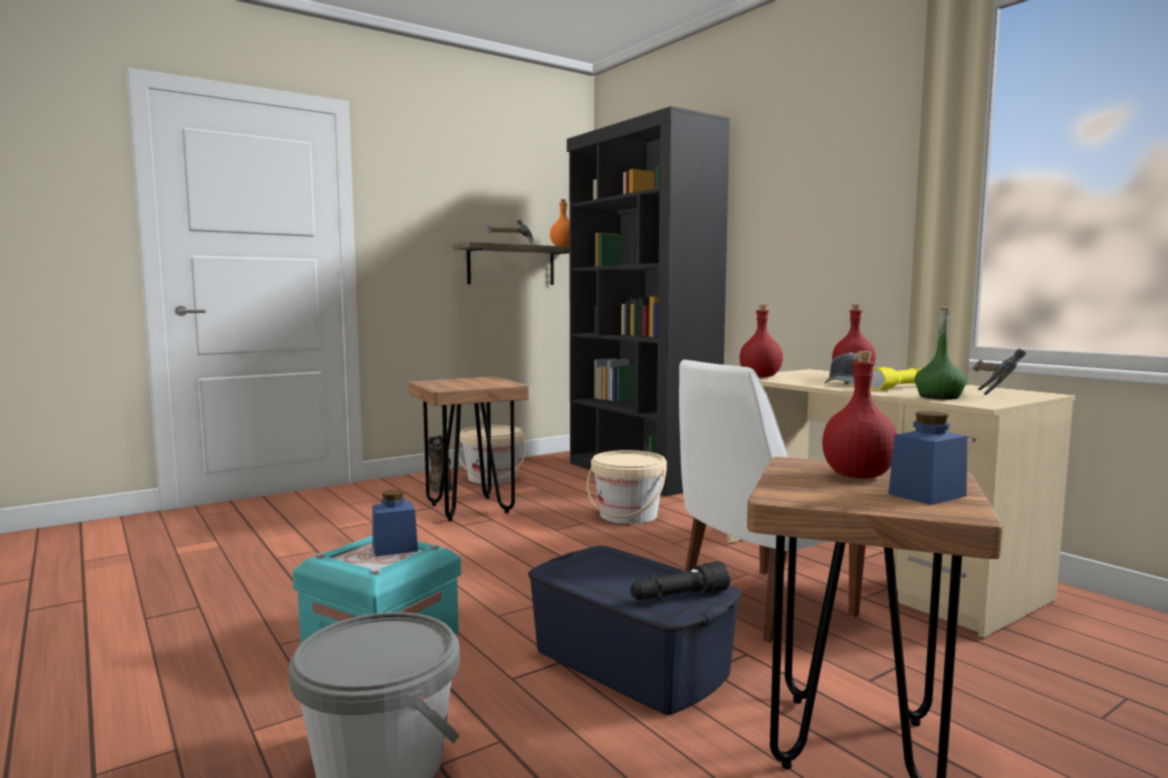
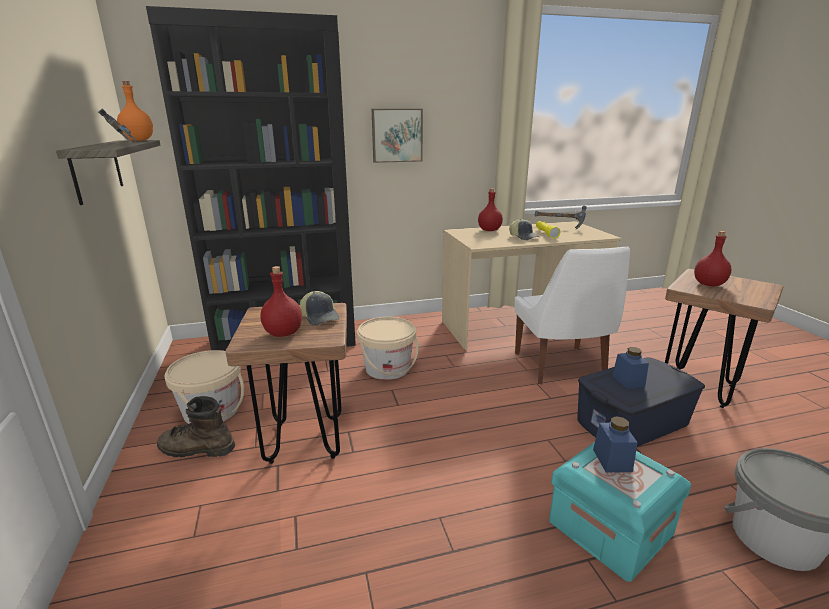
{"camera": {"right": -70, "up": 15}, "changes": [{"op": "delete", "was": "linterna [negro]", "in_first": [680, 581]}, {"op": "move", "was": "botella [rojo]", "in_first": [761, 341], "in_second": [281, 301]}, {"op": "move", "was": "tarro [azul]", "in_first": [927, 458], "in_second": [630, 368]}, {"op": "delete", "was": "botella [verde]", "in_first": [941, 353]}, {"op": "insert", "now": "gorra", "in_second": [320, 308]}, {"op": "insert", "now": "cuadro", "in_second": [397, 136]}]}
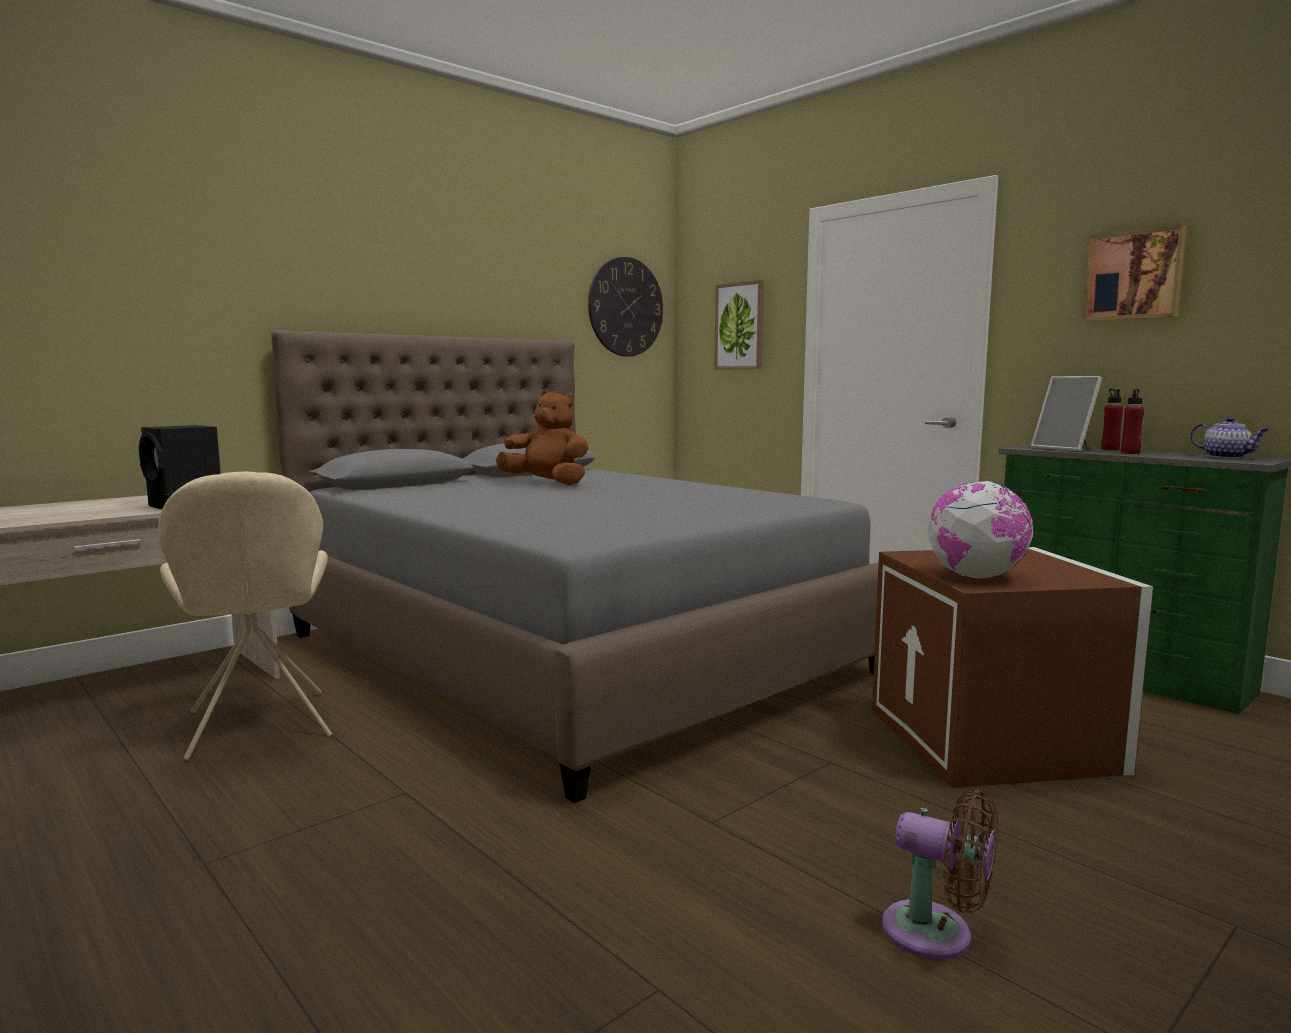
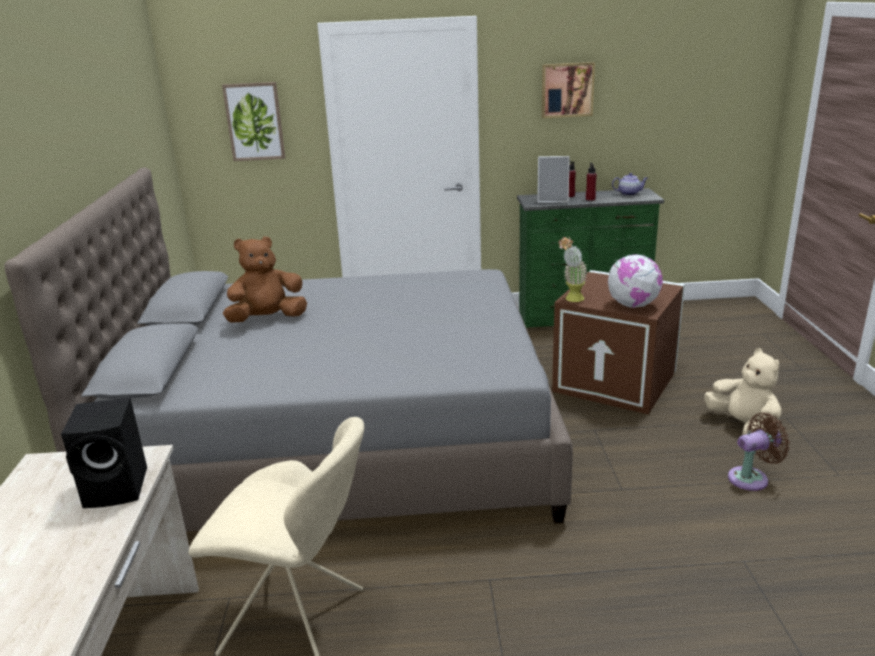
{"camera": {"right": -50, "up": 15}, "changes": [{"op": "delete", "was": "reloj de pared", "in_first": [625, 307]}, {"op": "insert", "now": "planta en maceta", "in_second": [572, 269]}, {"op": "insert", "now": "peluche [beis]", "in_second": [743, 391]}]}
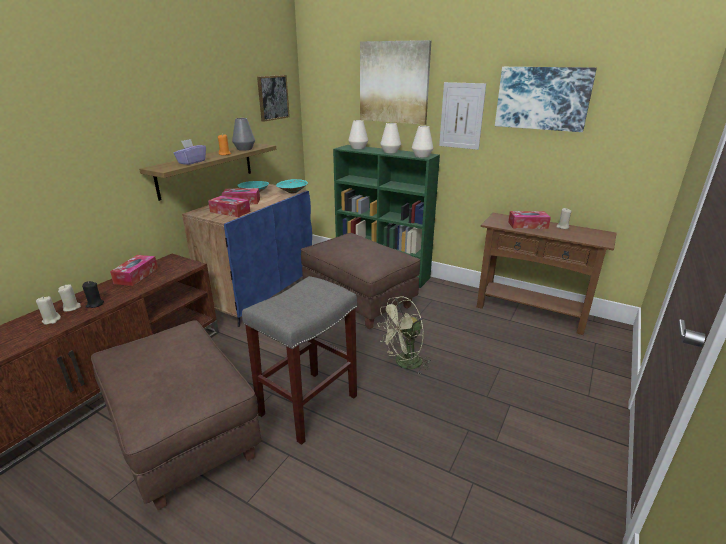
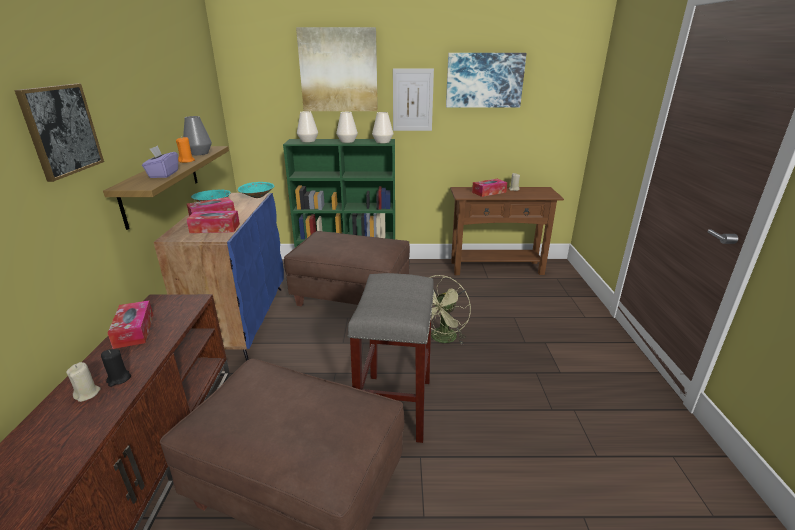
{"camera": {"right": -30, "up": 0}, "changes": [{"op": "delete", "was": "vela [beis]", "in_first": [48, 310]}, {"op": "move", "was": "cuadro", "in_first": [273, 98], "in_second": [59, 133]}]}
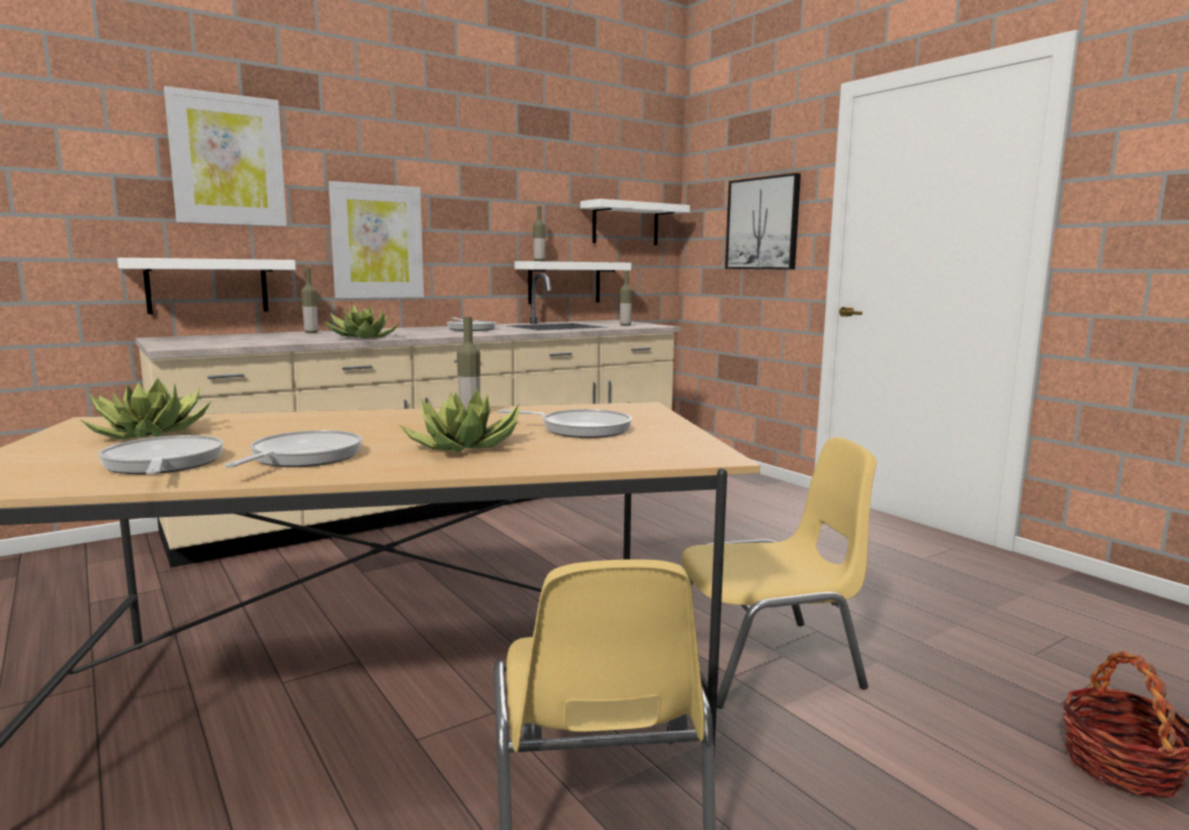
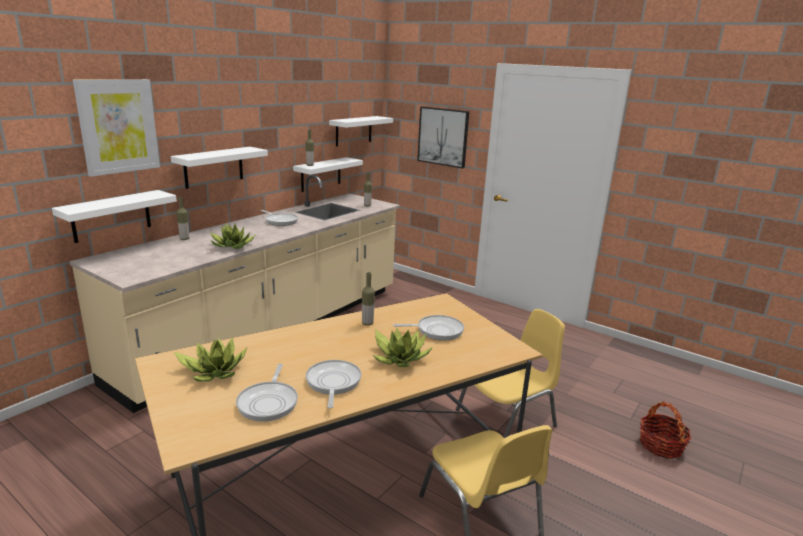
{"camera": {"right": -20, "up": 10}, "changes": [{"op": "rotate", "was": "sartén", "in_first": [161, 454], "in_second": [267, 393], "clockwise": -135}, {"op": "replace", "was": "cuadro", "now": "estante [blanco]", "in_first": [376, 239], "in_second": [219, 168]}]}
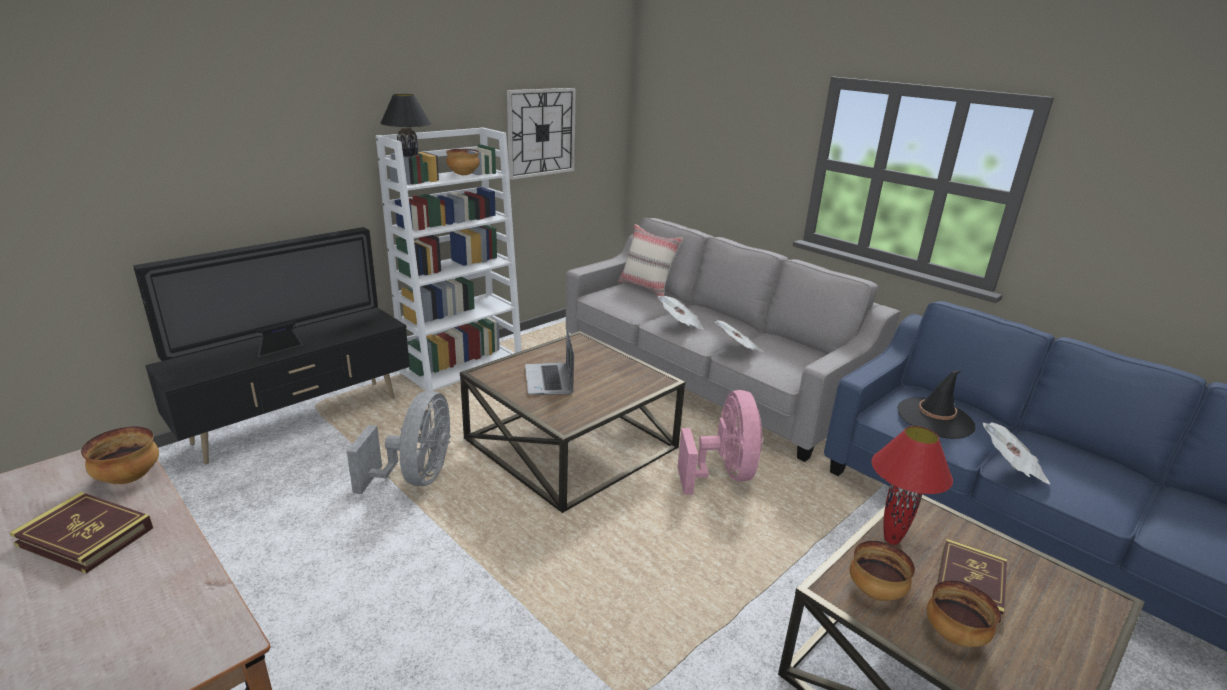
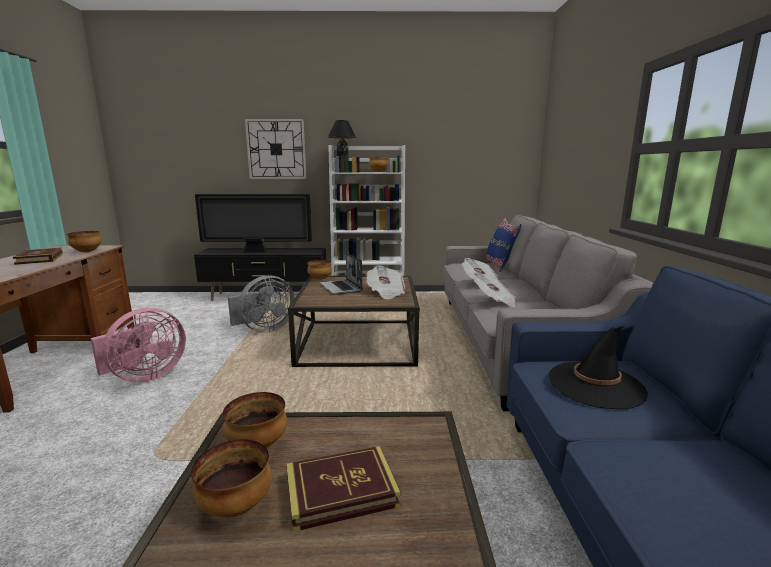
{"camera": {"right": 45, "up": -10}, "changes": [{"op": "move", "was": "reloj de pared", "in_first": [541, 134], "in_second": [275, 149]}, {"op": "rotate", "was": "portátil", "in_first": [549, 361], "in_second": [341, 274], "clockwise": -60}, {"op": "recolor", "was": "cojín [beis]", "now": "cojín [azul]", "in_first": [650, 260], "in_second": [504, 245]}, {"op": "move", "was": "ventilador [rosa]", "in_first": [720, 442], "in_second": [138, 345]}, {"op": "delete", "was": "lámpara de mesa [rojo]", "in_first": [912, 485]}, {"op": "move", "was": "periódico", "in_first": [1017, 453], "in_second": [385, 282]}, {"op": "insert", "now": "cuenco", "in_second": [319, 270]}]}
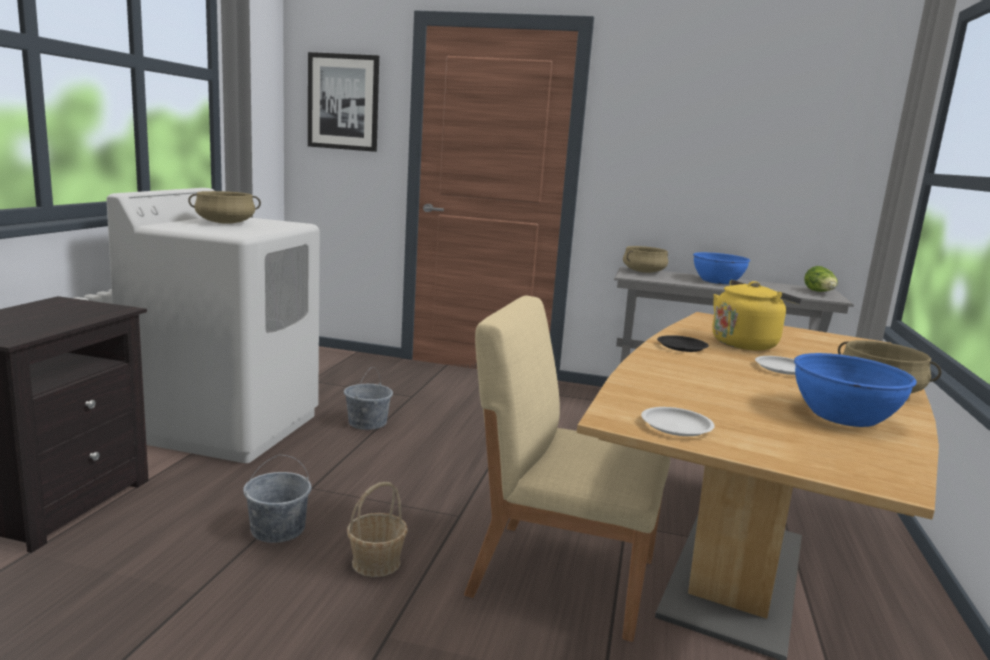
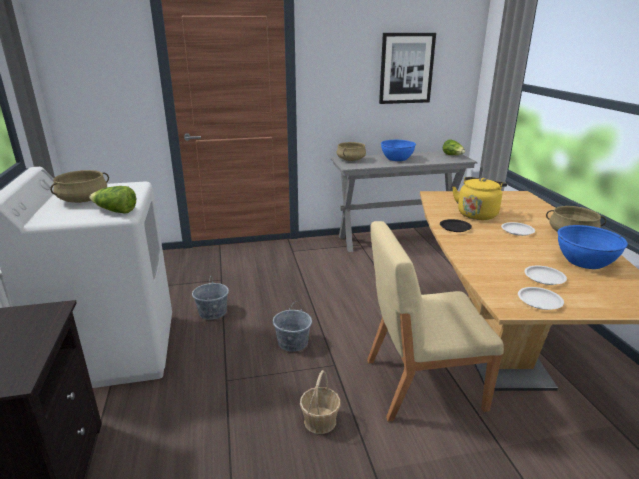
{"camera": {"right": -25, "up": 10}, "changes": [{"op": "move", "was": "cubo [gris]", "in_first": [277, 499], "in_second": [292, 327]}, {"op": "move", "was": "cuadro", "in_first": [343, 102], "in_second": [407, 68]}, {"op": "insert", "now": "lechuga", "in_second": [112, 199]}, {"op": "insert", "now": "plato [blanco]", "in_second": [545, 275]}]}
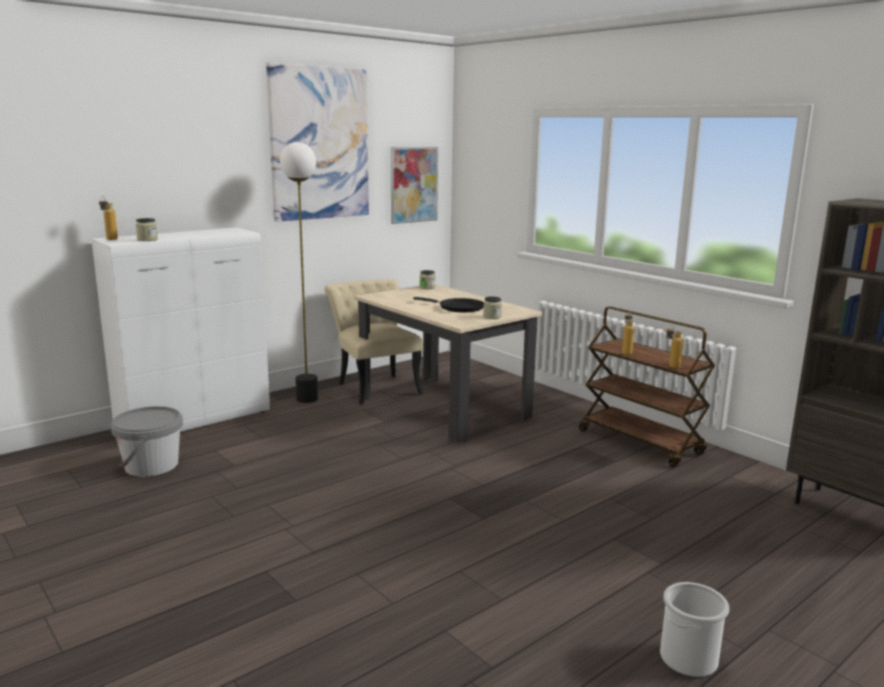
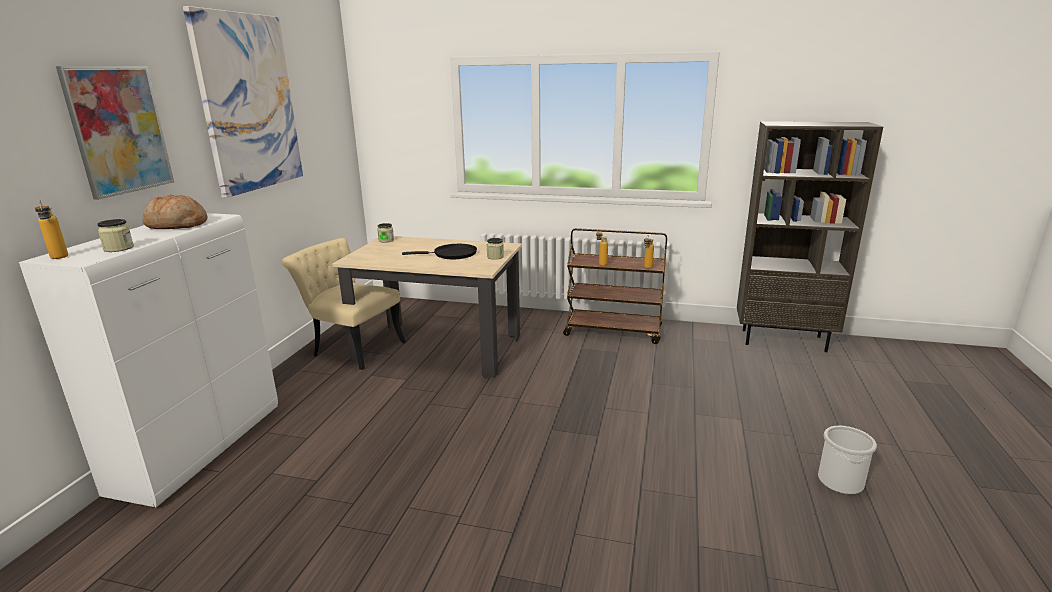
{"camera": {"right": -35, "up": 5}, "changes": [{"op": "delete", "was": "cubo [gris]", "in_first": [147, 441]}, {"op": "delete", "was": "lámpara de pie", "in_first": [299, 272]}, {"op": "move", "was": "cuadro", "in_first": [414, 185], "in_second": [115, 133]}, {"op": "insert", "now": "pan", "in_second": [175, 212]}]}
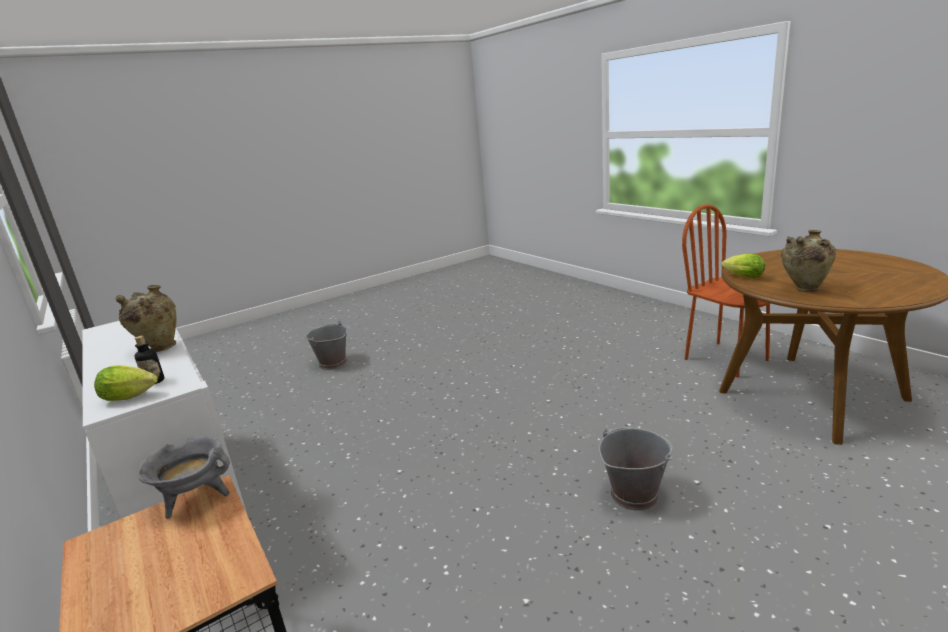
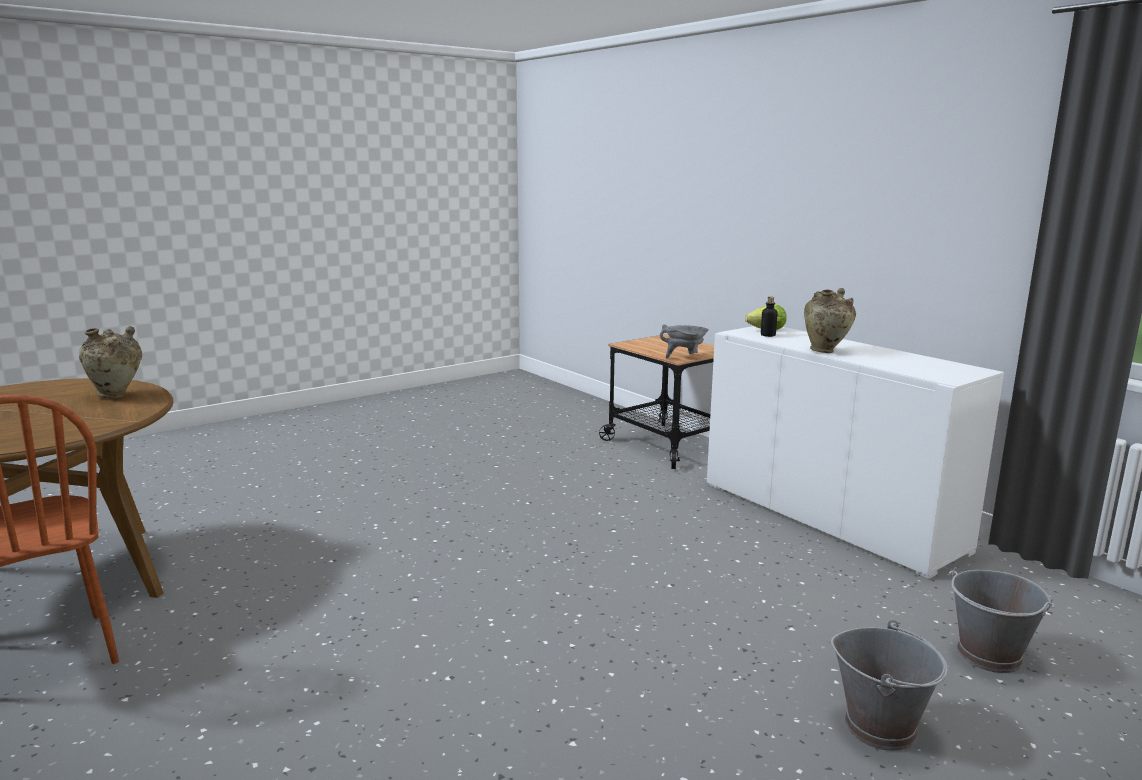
{"camera": {"right": 175, "up": -5}, "changes": [{"op": "move", "was": "cubo [gris]", "in_first": [636, 469], "in_second": [1002, 620]}, {"op": "delete", "was": "lechuga", "in_first": [743, 266]}]}
